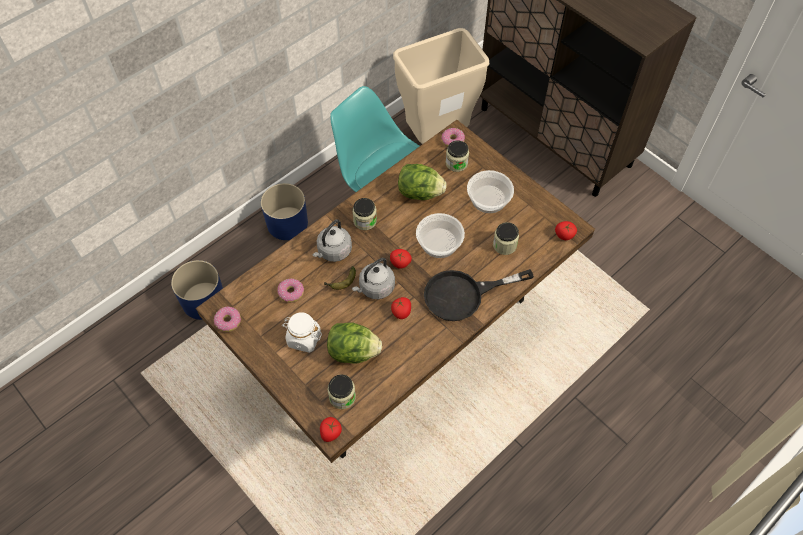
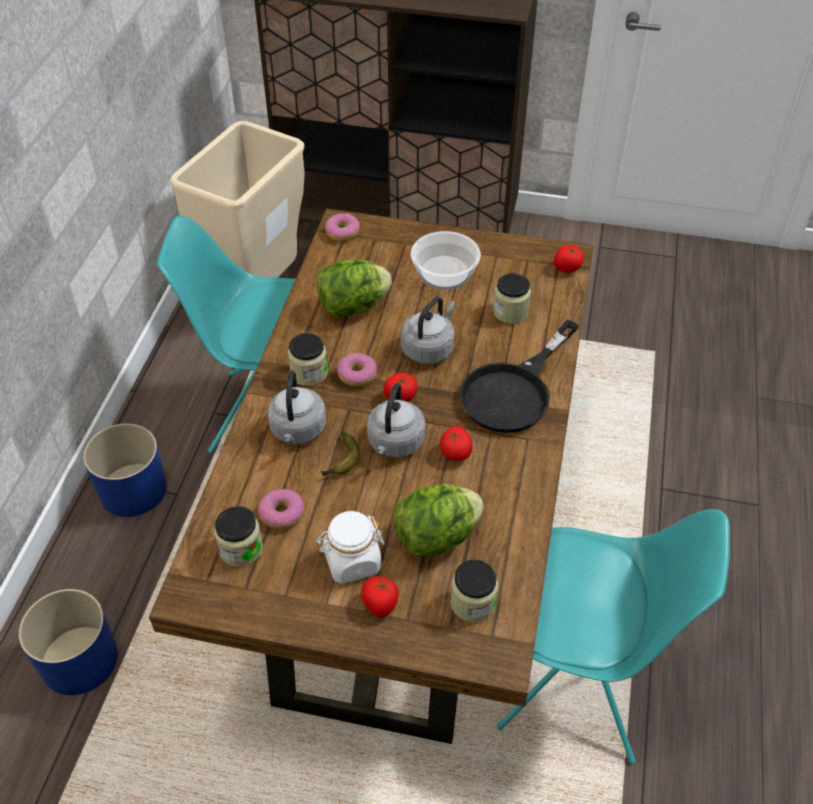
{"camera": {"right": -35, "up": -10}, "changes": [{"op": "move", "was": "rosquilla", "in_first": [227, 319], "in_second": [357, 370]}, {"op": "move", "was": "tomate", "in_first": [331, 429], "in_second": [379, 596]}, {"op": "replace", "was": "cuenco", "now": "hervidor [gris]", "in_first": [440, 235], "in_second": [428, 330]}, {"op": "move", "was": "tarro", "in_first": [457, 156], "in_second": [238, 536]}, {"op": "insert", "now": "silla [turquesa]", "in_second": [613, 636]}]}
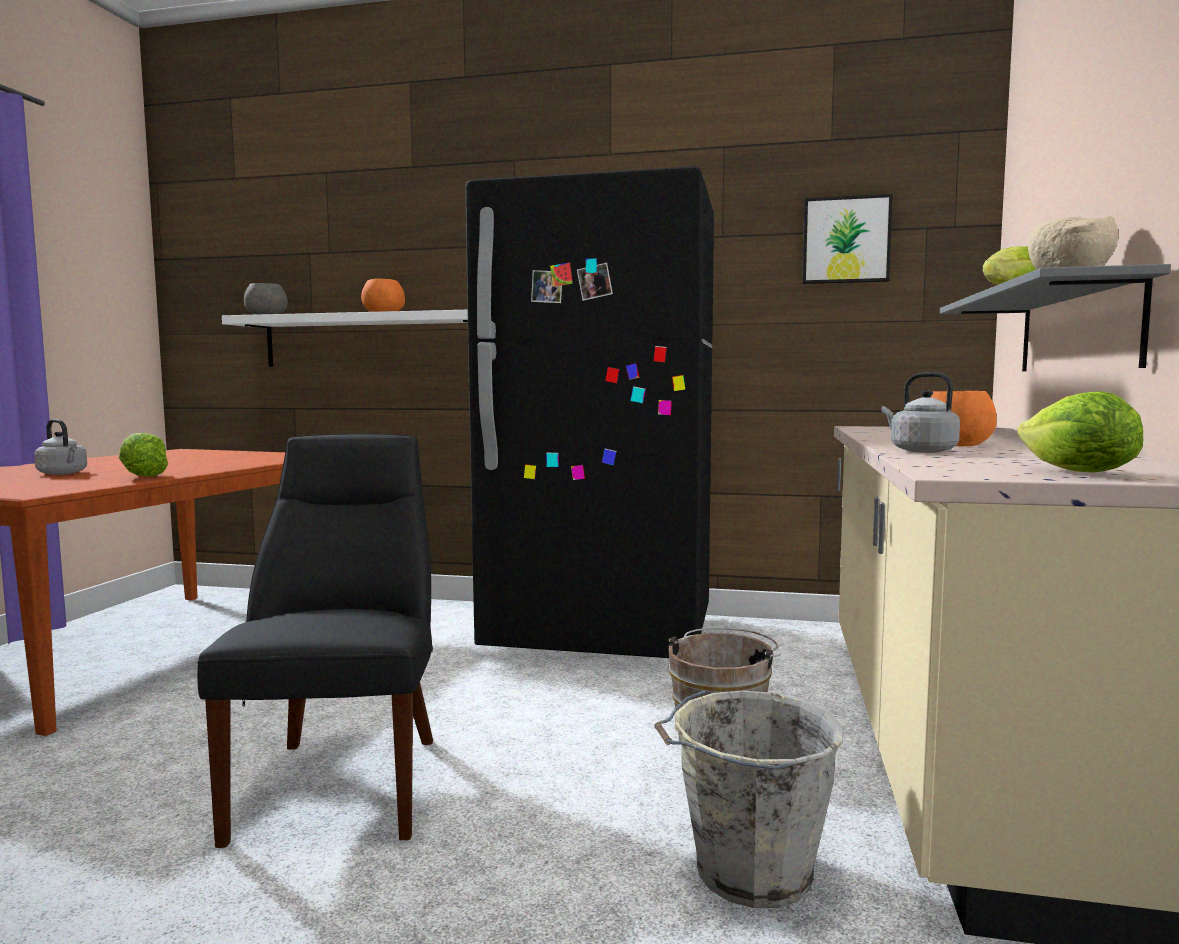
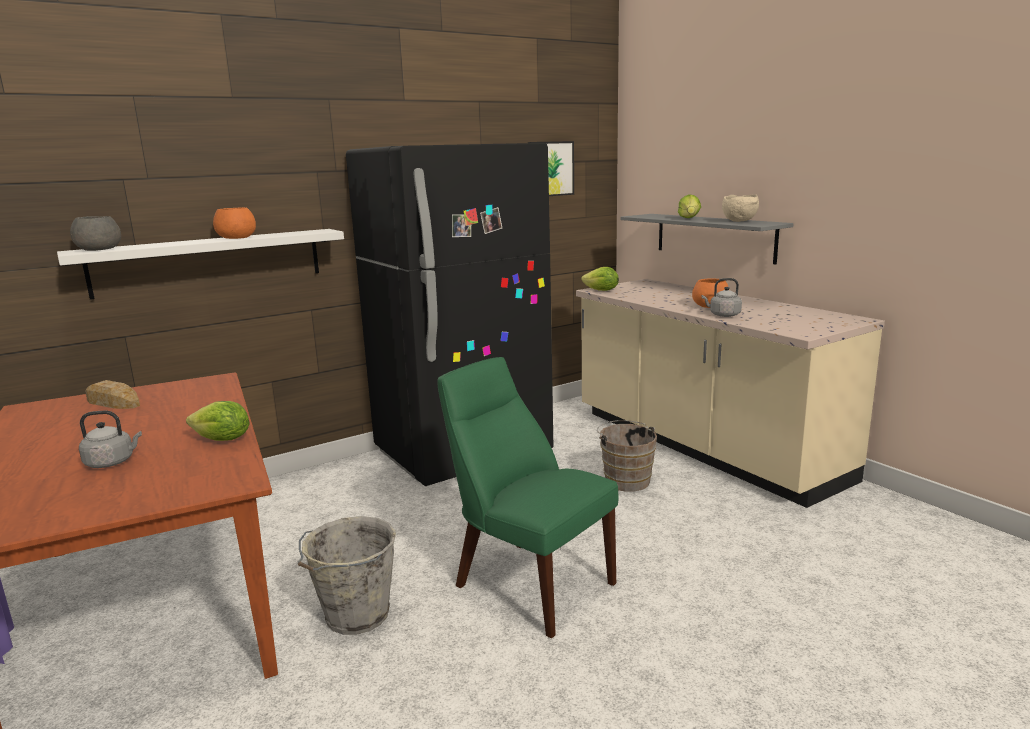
{"camera": {"right": -45, "up": 10}, "changes": [{"op": "recolor", "was": "silla [negro]", "now": "silla [verde]", "in_first": [315, 641], "in_second": [527, 497]}, {"op": "move", "was": "cubo [gris]", "in_first": [748, 799], "in_second": [347, 575]}, {"op": "move", "was": "lechuga", "in_first": [1080, 431], "in_second": [600, 279]}, {"op": "insert", "now": "pan", "in_second": [112, 394]}]}
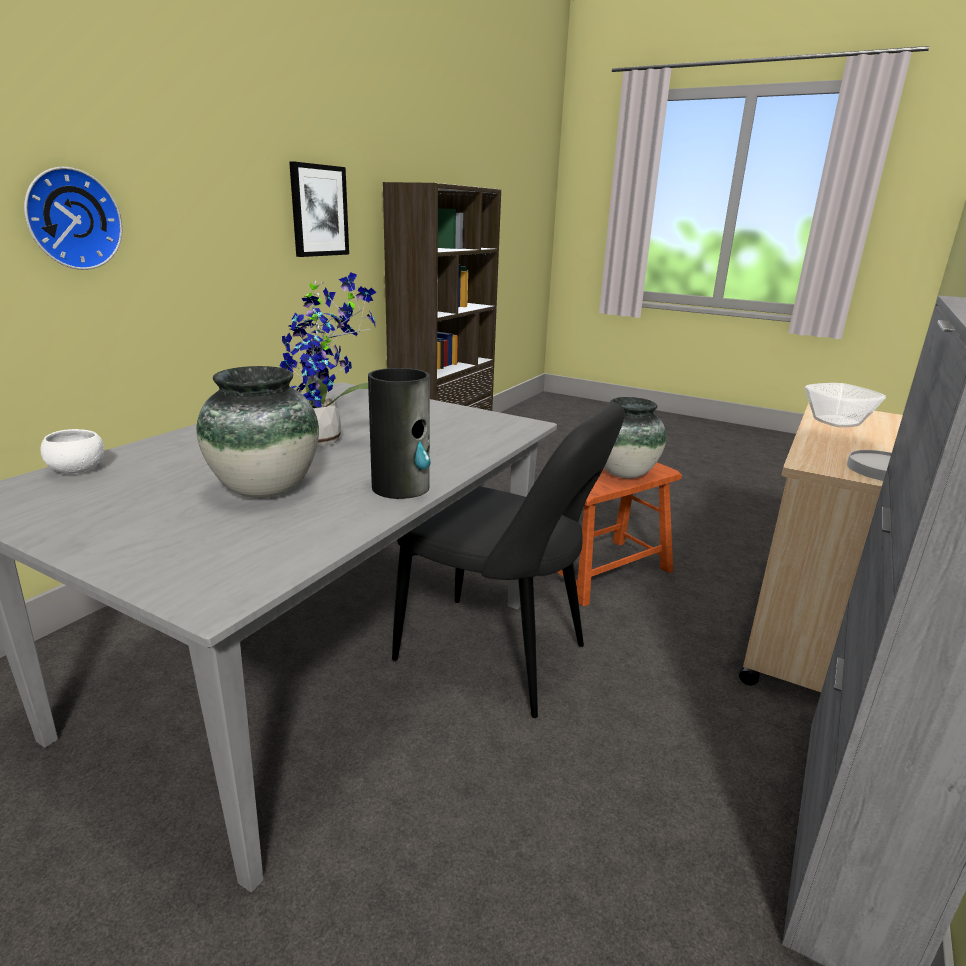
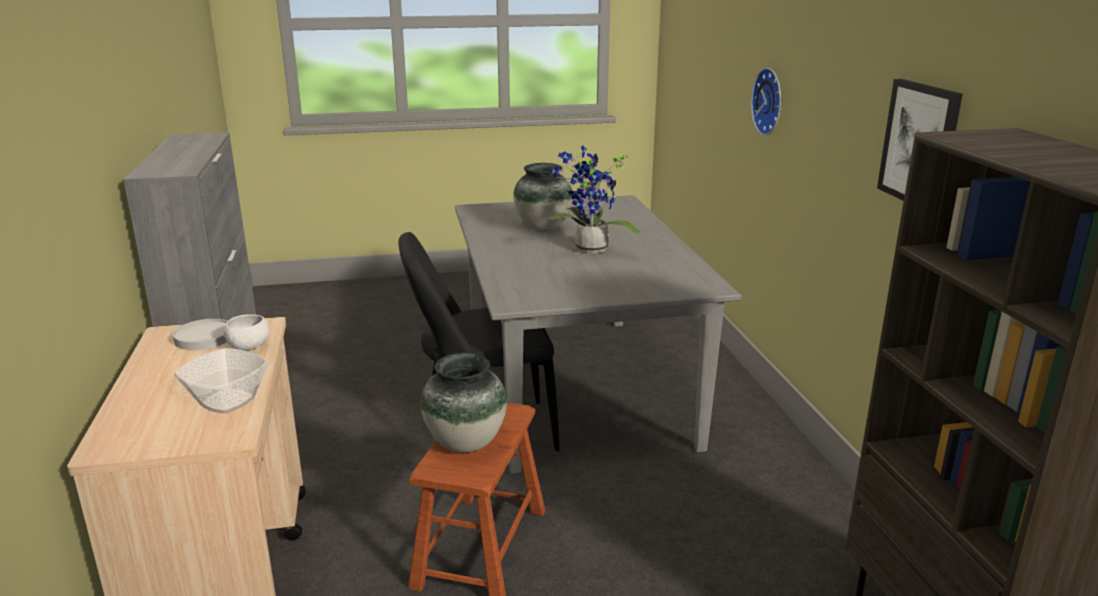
{"camera": {"right": 140, "up": 0}, "changes": [{"op": "move", "was": "cuenco [blanco]", "in_first": [72, 451], "in_second": [246, 332]}, {"op": "delete", "was": "florero", "in_first": [399, 433]}]}
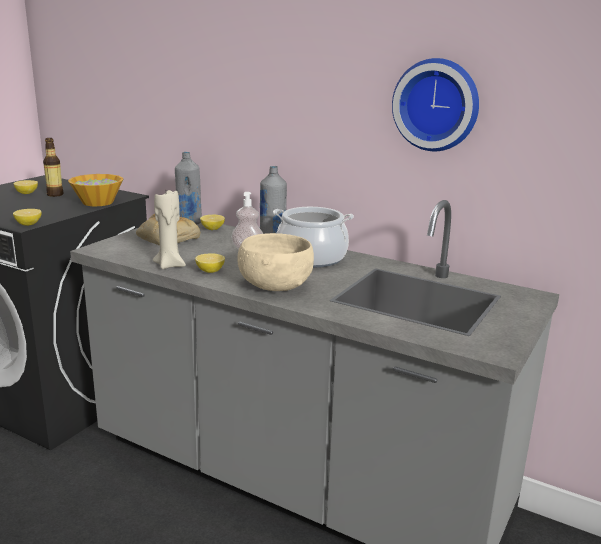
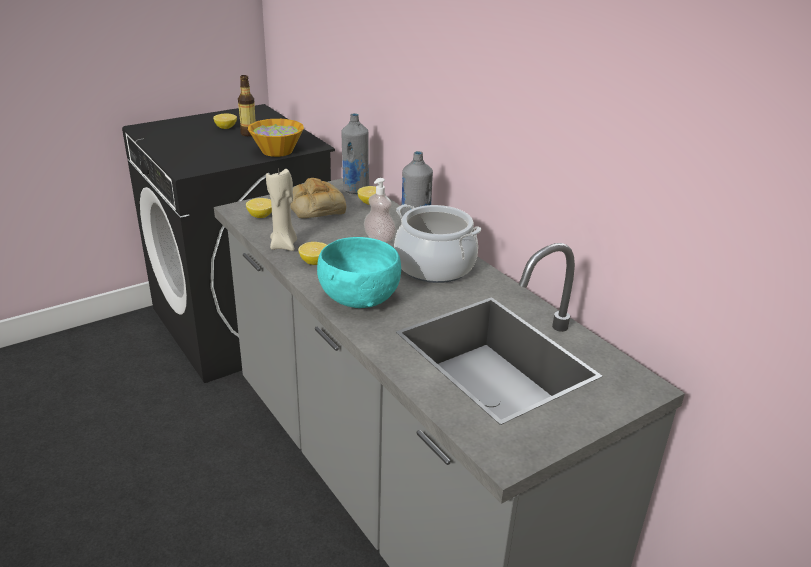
{"camera": {"right": 25, "up": 10}, "changes": [{"op": "move", "was": "limón", "in_first": [27, 217], "in_second": [259, 208]}, {"op": "recolor", "was": "cuenco [beis]", "now": "cuenco [turquesa]", "in_first": [275, 262], "in_second": [359, 272]}, {"op": "delete", "was": "reloj de pared", "in_first": [435, 104]}]}
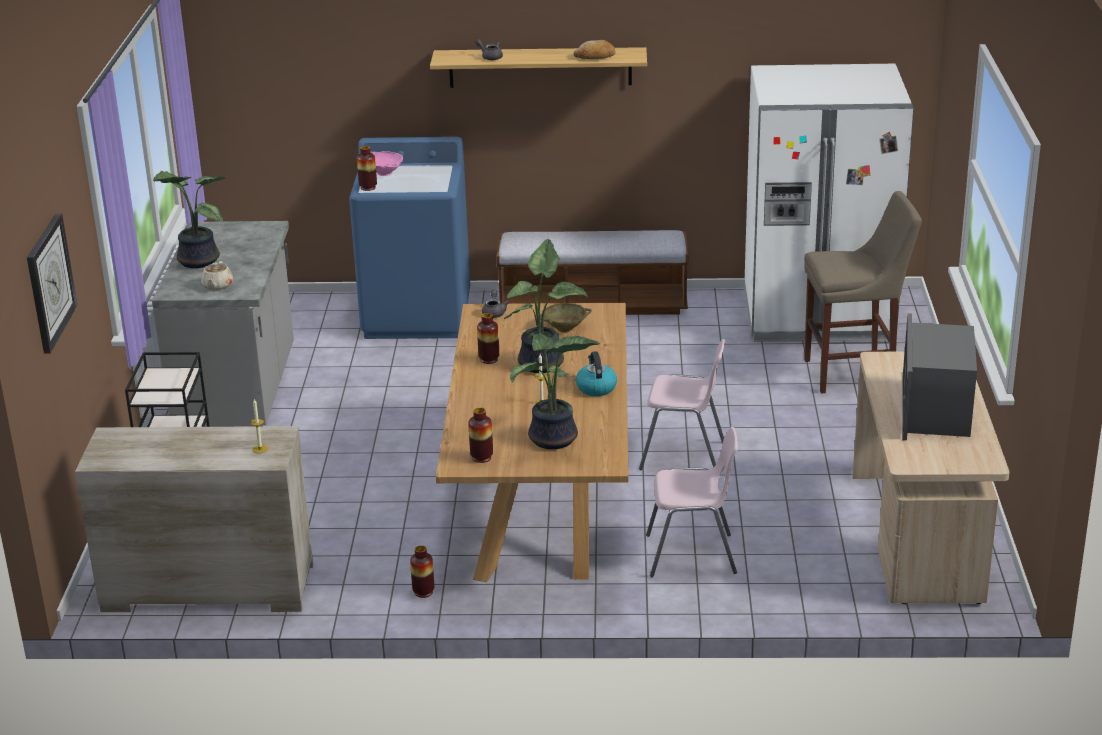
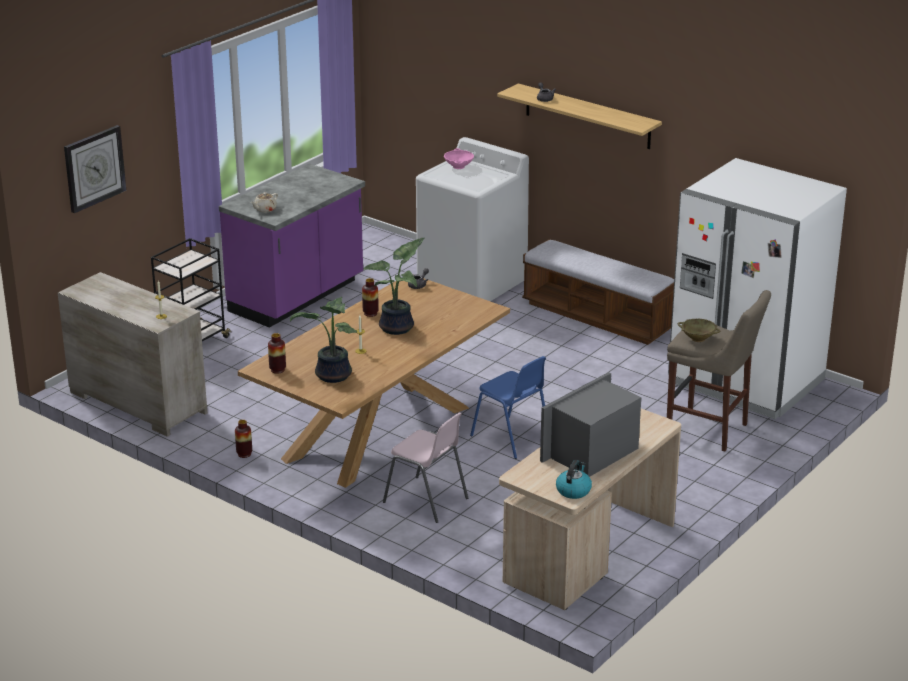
{"camera": {"right": 35, "up": 0}, "changes": [{"op": "recolor", "was": "mueble bajo de cocina [gris]", "now": "mueble bajo de cocina [morado]", "in_first": [223, 324], "in_second": [292, 246]}, {"op": "delete", "was": "planta en maceta", "in_first": [189, 219]}, {"op": "recolor", "was": "lavadora [azul]", "now": "lavadora [blanco]", "in_first": [409, 238], "in_second": [472, 219]}, {"op": "delete", "was": "florero", "in_first": [367, 168]}, {"op": "move", "was": "cuenco [beis]", "in_first": [566, 318], "in_second": [699, 330]}, {"op": "delete", "was": "pan", "in_first": [594, 49]}, {"op": "move", "was": "hervidor", "in_first": [596, 373], "in_second": [574, 479]}, {"op": "recolor", "was": "silla [rosa]", "now": "silla [azul]", "in_first": [682, 404], "in_second": [508, 407]}]}
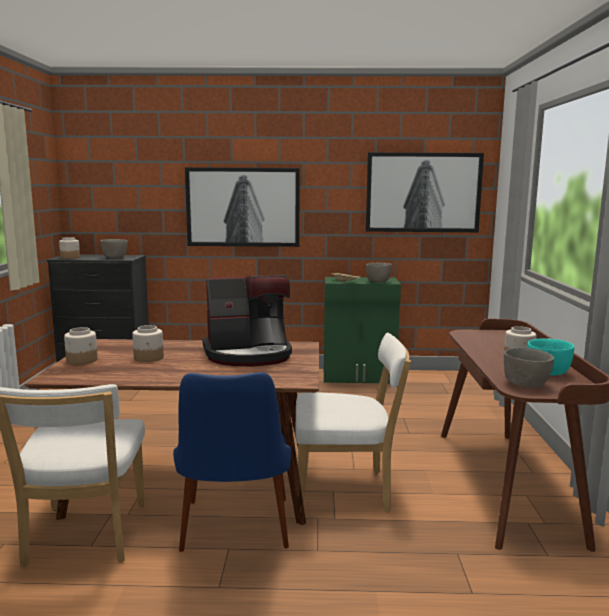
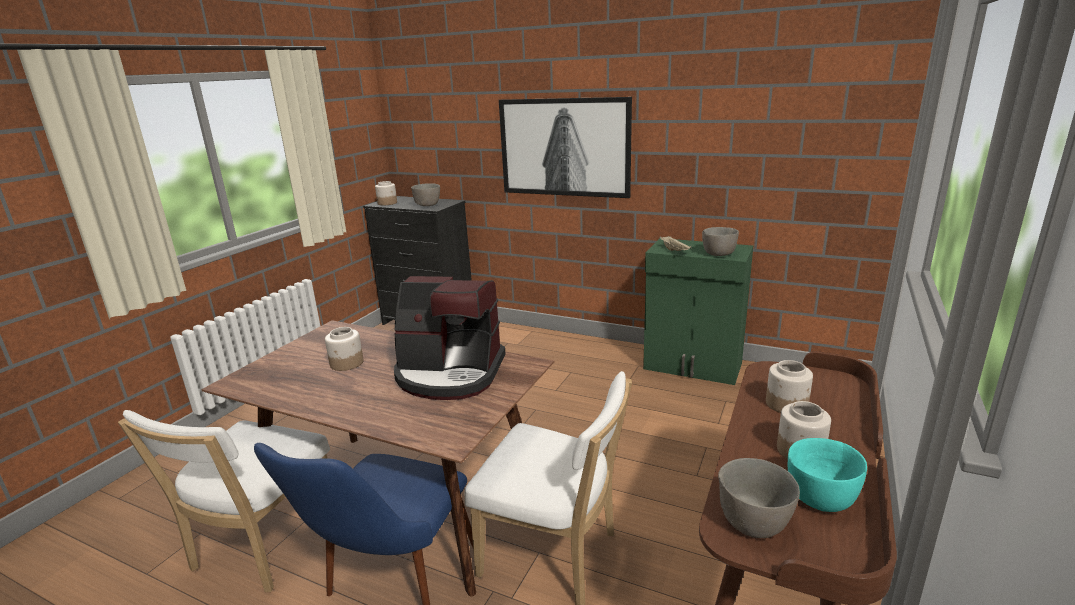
{"camera": {"right": 25, "up": 10}, "changes": [{"op": "move", "was": "tarro", "in_first": [81, 346], "in_second": [789, 386]}, {"op": "delete", "was": "cuadro", "in_first": [425, 192]}]}
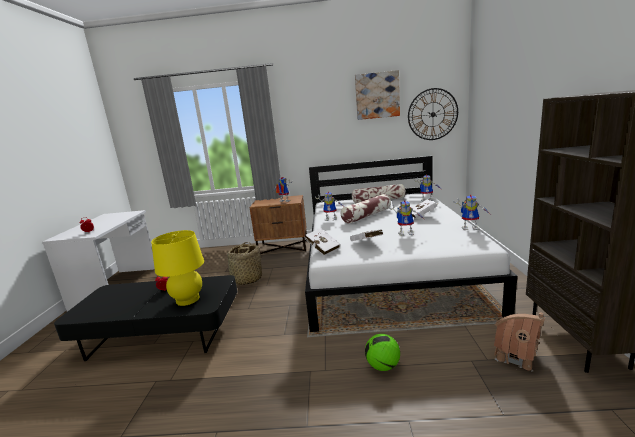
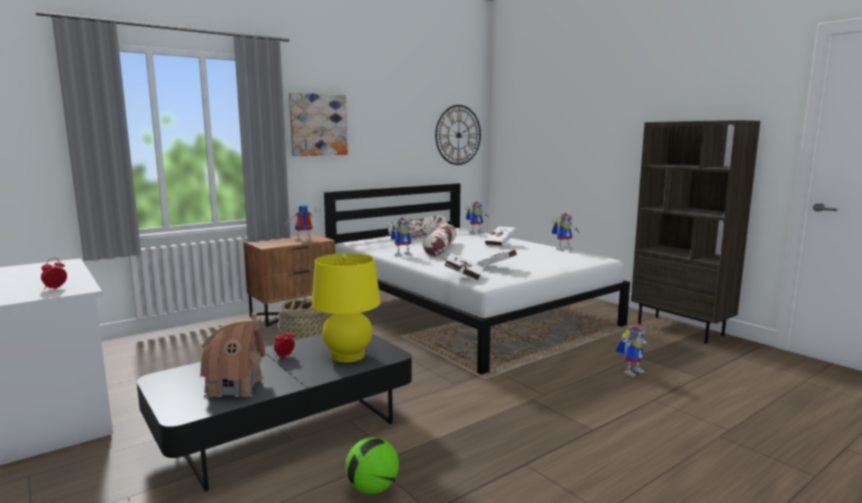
{"camera": {"right": -40, "up": -5}, "changes": [{"op": "move", "was": "cuadro", "in_first": [377, 95], "in_second": [318, 124]}, {"op": "move", "was": "balón de fútbol", "in_first": [382, 352], "in_second": [372, 465]}, {"op": "move", "was": "robot de juguete", "in_first": [406, 217], "in_second": [633, 352]}, {"op": "move", "was": "casita", "in_first": [519, 342], "in_second": [232, 355]}]}
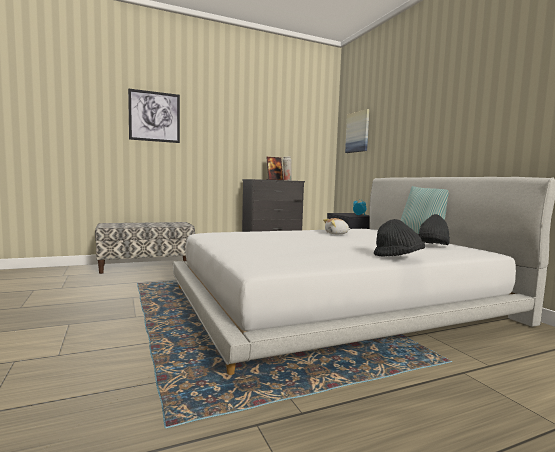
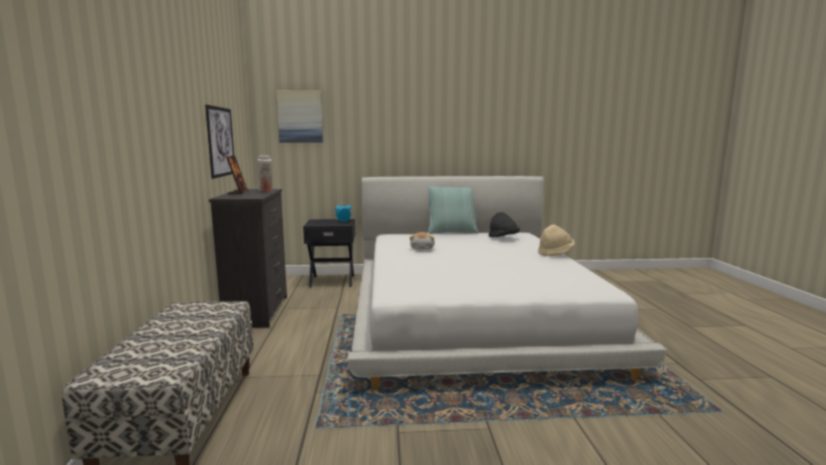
{"camera": {"right": -70, "up": 5}, "changes": [{"op": "move", "was": "cuadro", "in_first": [154, 115], "in_second": [219, 142]}, {"op": "recolor", "was": "sombrero [negro]", "now": "sombrero [beis]", "in_first": [399, 238], "in_second": [556, 240]}]}
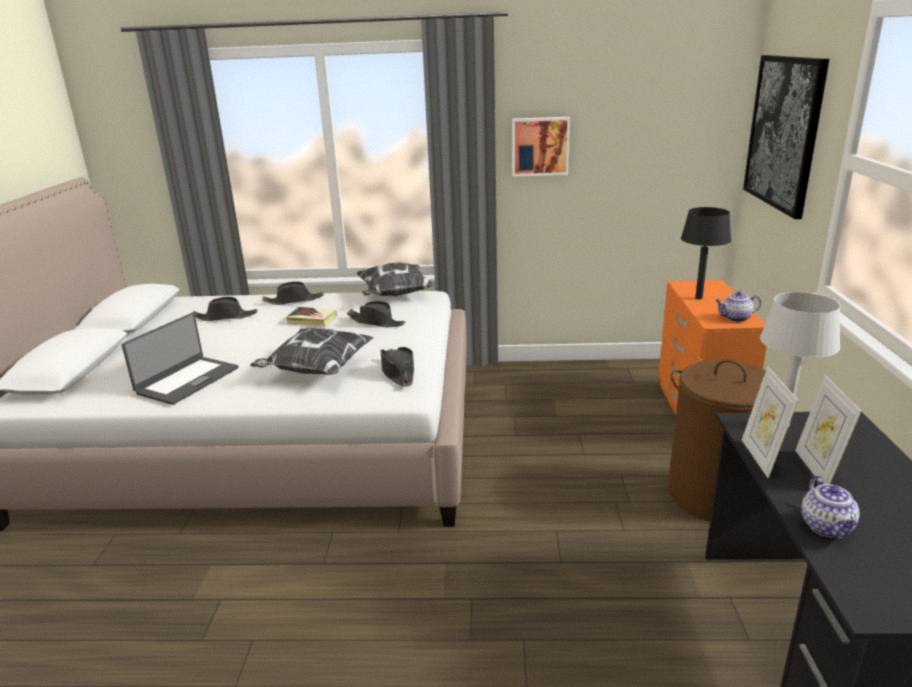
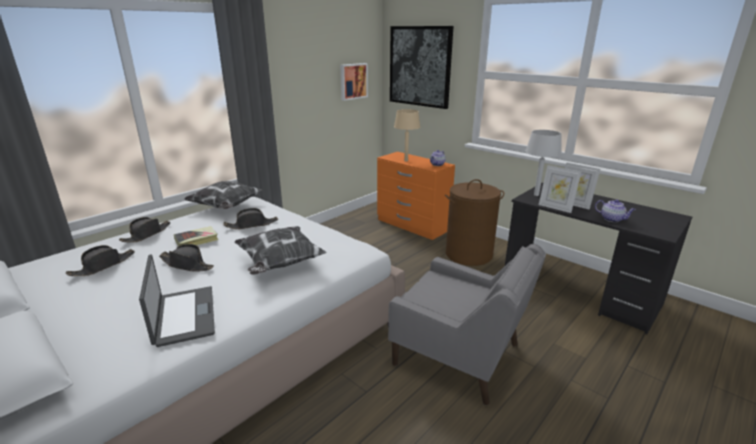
{"camera": {"right": -50, "up": 0}, "changes": [{"op": "move", "was": "sombrero [negro]", "in_first": [397, 367], "in_second": [186, 258]}, {"op": "move", "was": "cuadro", "in_first": [541, 147], "in_second": [354, 82]}, {"op": "recolor", "was": "lámpara de mesa [negro]", "now": "lámpara de mesa [beis]", "in_first": [706, 253], "in_second": [407, 135]}, {"op": "insert", "now": "sillón [gris]", "in_second": [467, 324]}]}
